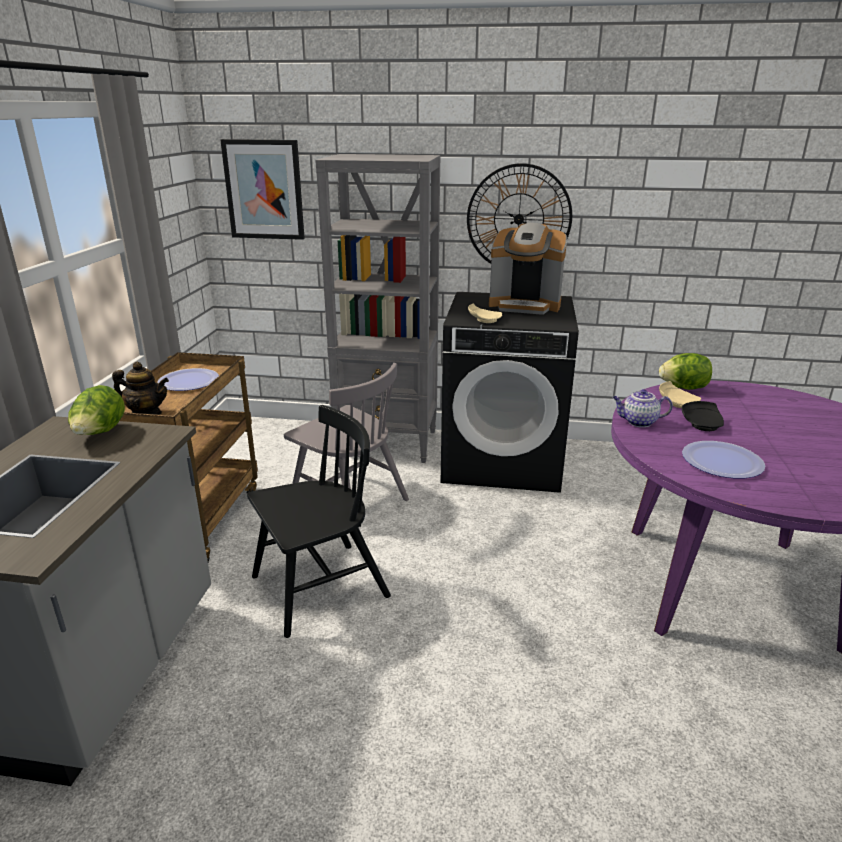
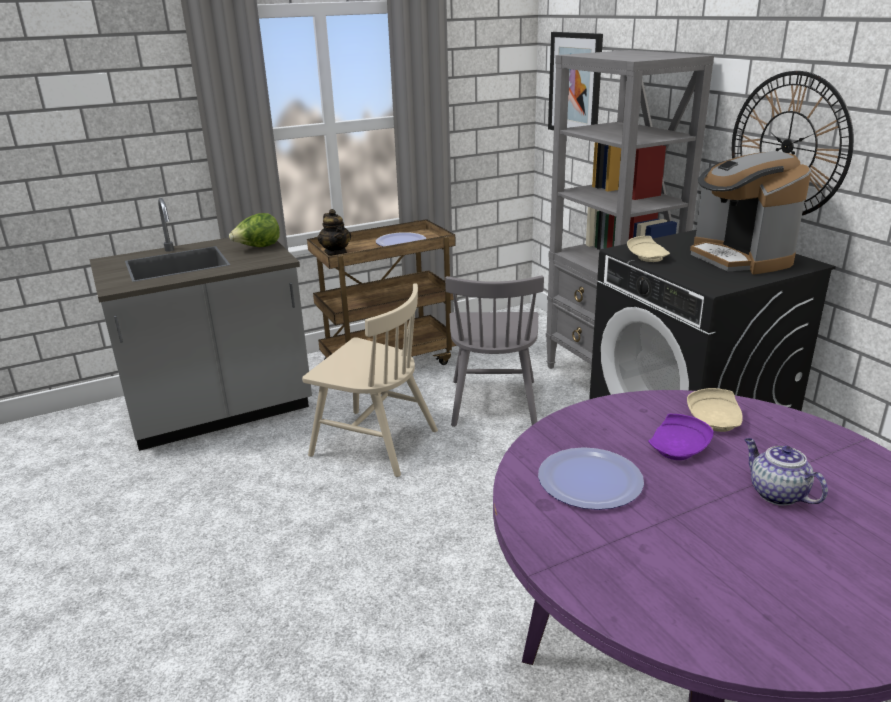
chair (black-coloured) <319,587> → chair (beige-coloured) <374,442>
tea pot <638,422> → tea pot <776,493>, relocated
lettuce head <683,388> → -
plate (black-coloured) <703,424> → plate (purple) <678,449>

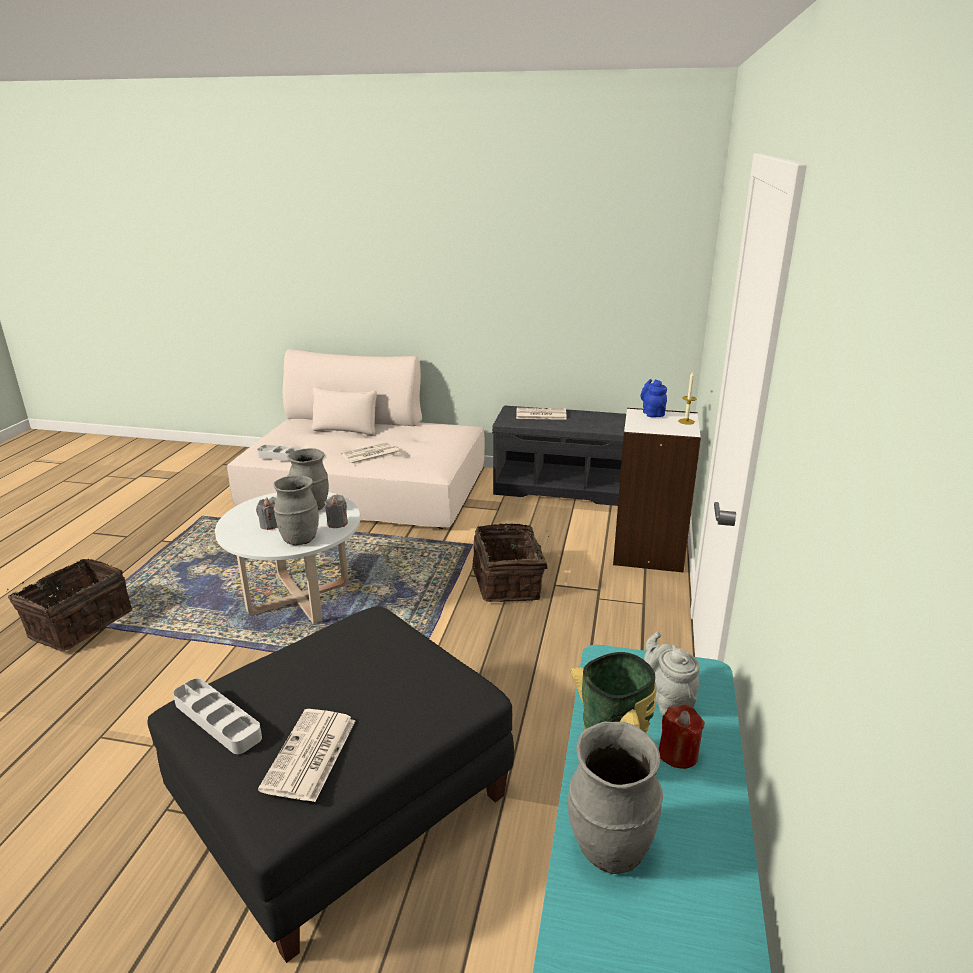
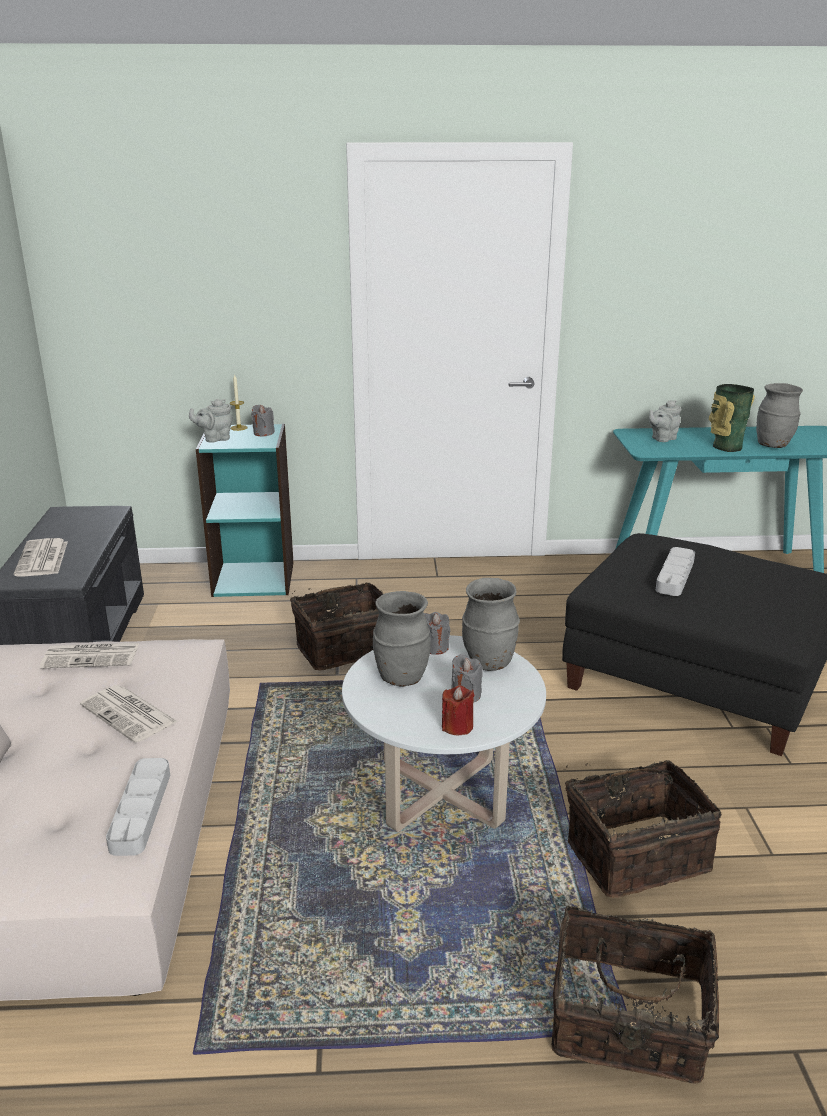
carrying tray (grey) <217,720> → carrying tray (grey) <675,575>, relocated
printed paper <310,756> → printed paper <92,656>, relocated
bookcase (white-coloured) <649,551> → bookcase (turquoise-coloured) <254,578>
tea pot (blue) <652,413> → tea pot (grey) <215,439>
candle (red-coloured) <678,754> → candle (red-coloured) <457,726>, relocated
- → candle (grey) <263,433>
- → storage basket <634,853>

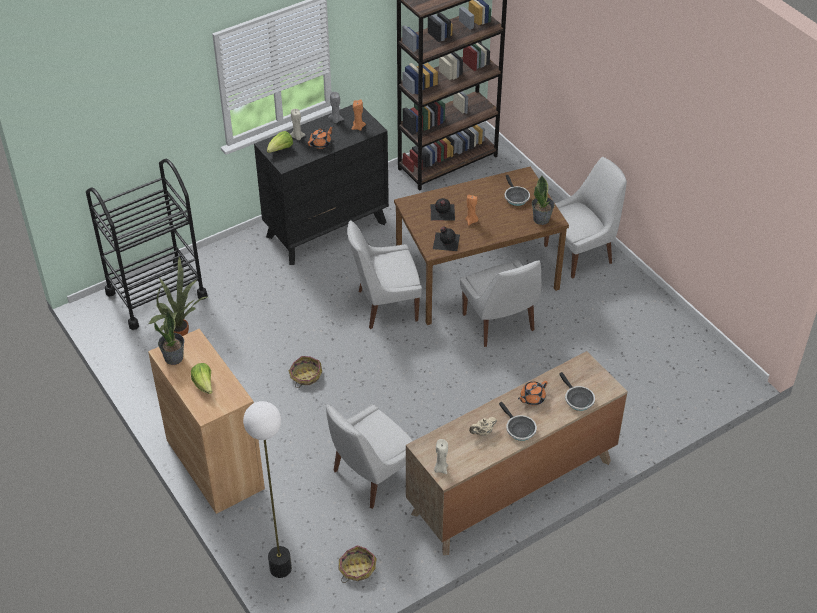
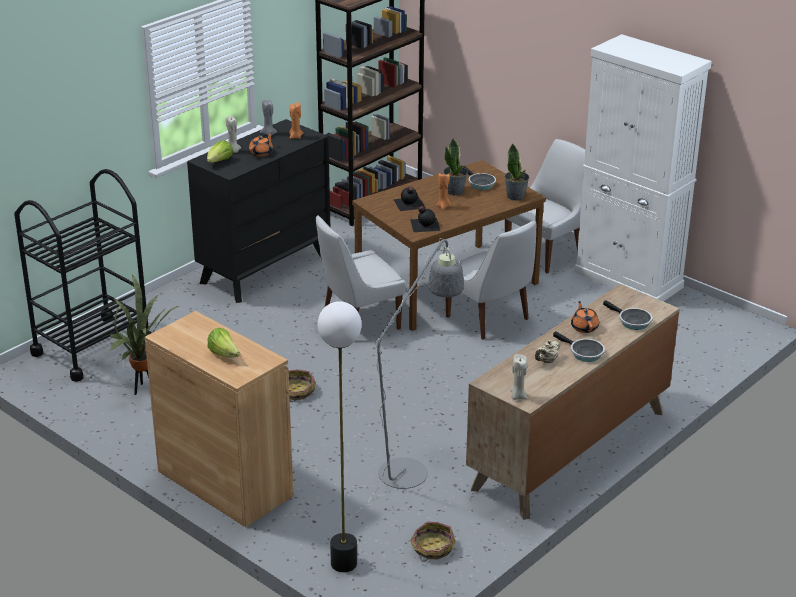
plant in a pot <174,358> → plant in a pot <455,191>, relocated
chair (white-coloured) <370,477> → standard lamp (grey) <410,466>
tea pot (orangey) <532,398> → tea pot (orangey) <584,327>, 135 degrees clockwise
- → cupboard (white-coloured) <628,280>

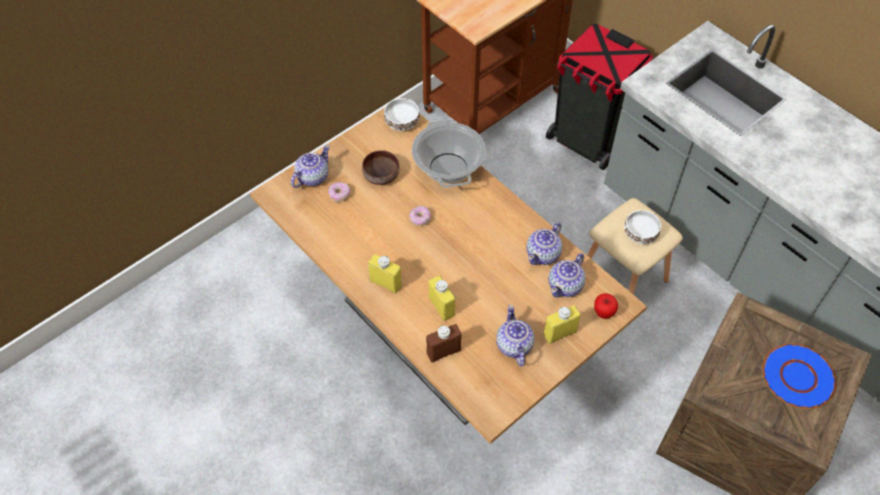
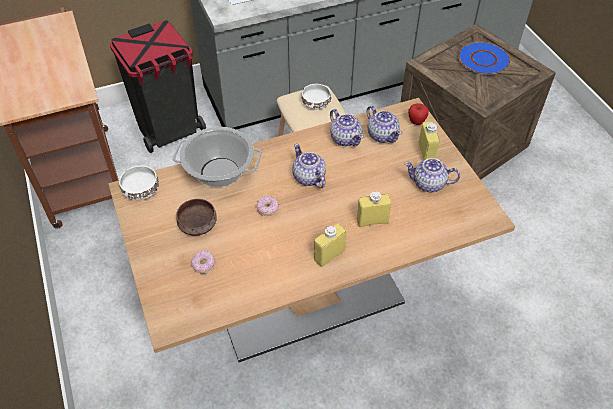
tea pot <312,177> → tea pot <308,178>, relocated
beverage bottle (brown) <443,351> → -

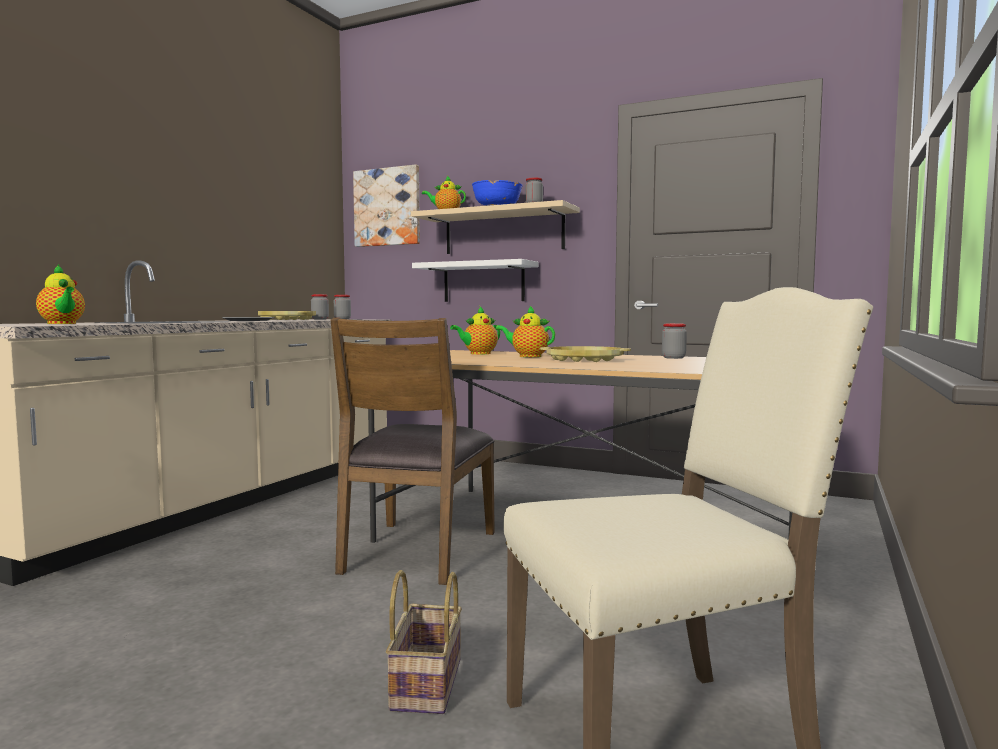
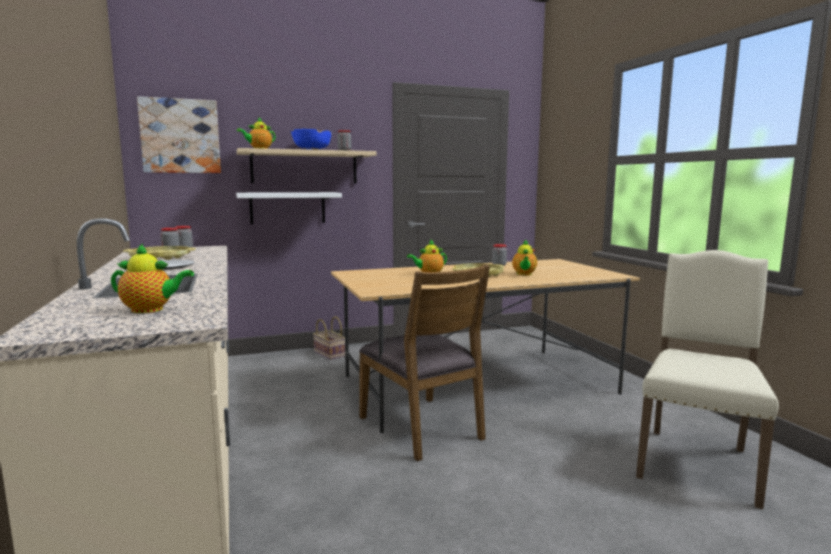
storage basket <425,682> → storage basket <328,354>, relocated
tea pot <478,353> → tea pot <524,274>, relocated

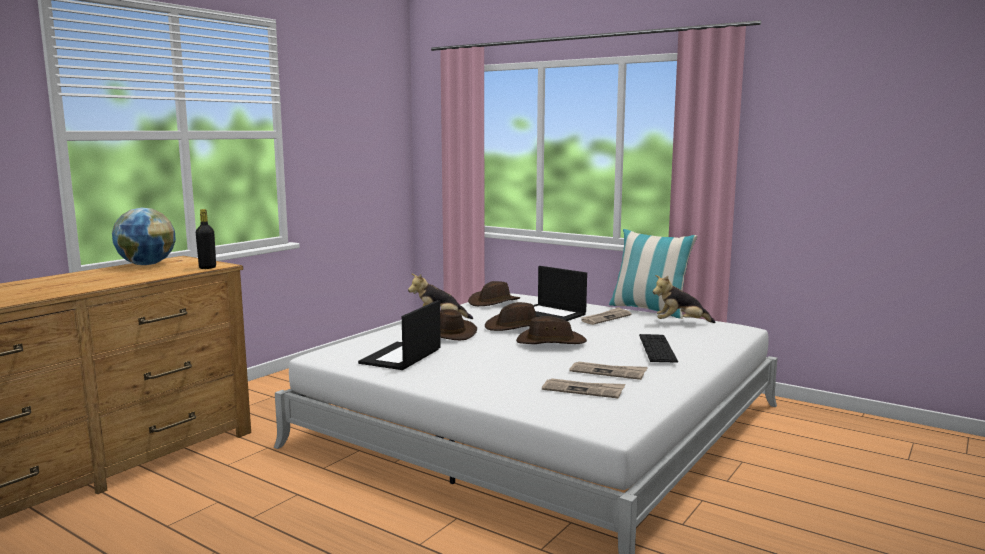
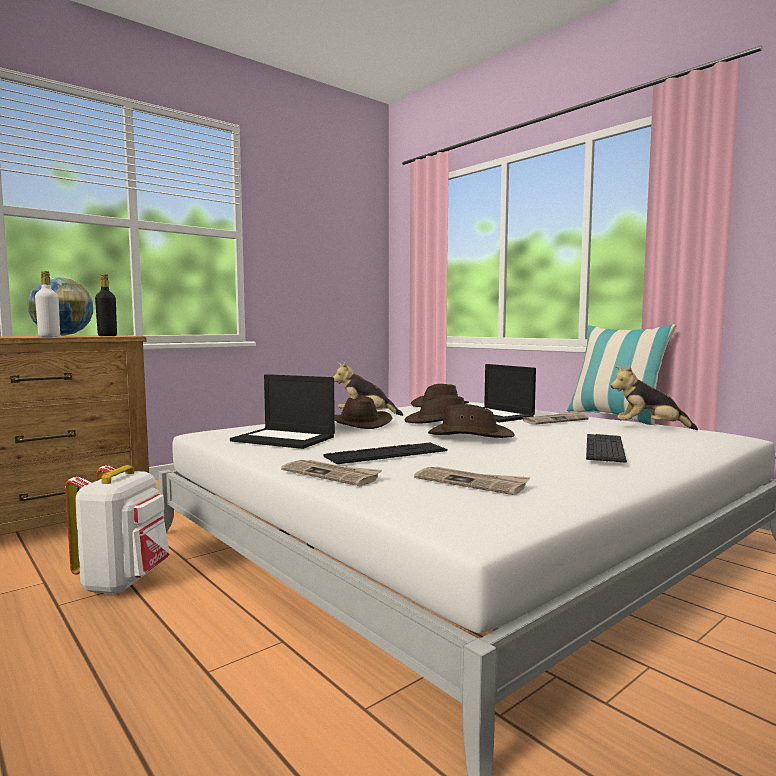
portable computer <401,357> → portable computer <285,439>, 105 degrees counterclockwise
printed paper <608,372> → printed paper <331,475>, relocated
- → beverage bottle (white-coloured) <49,336>
- → backpack (white-coloured) <124,582>
- → computer keyboard <386,453>

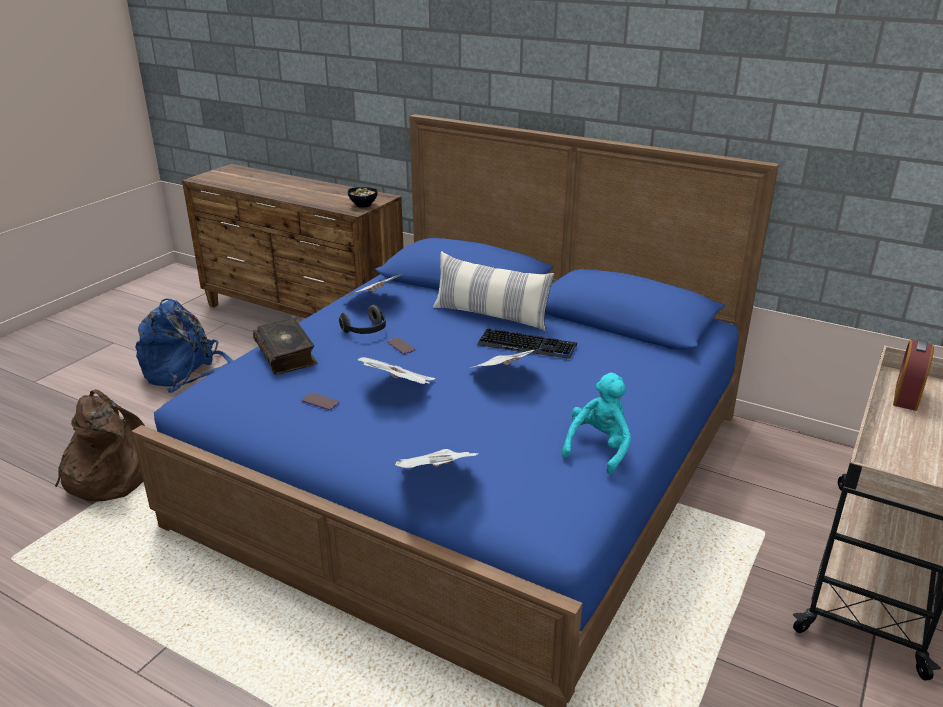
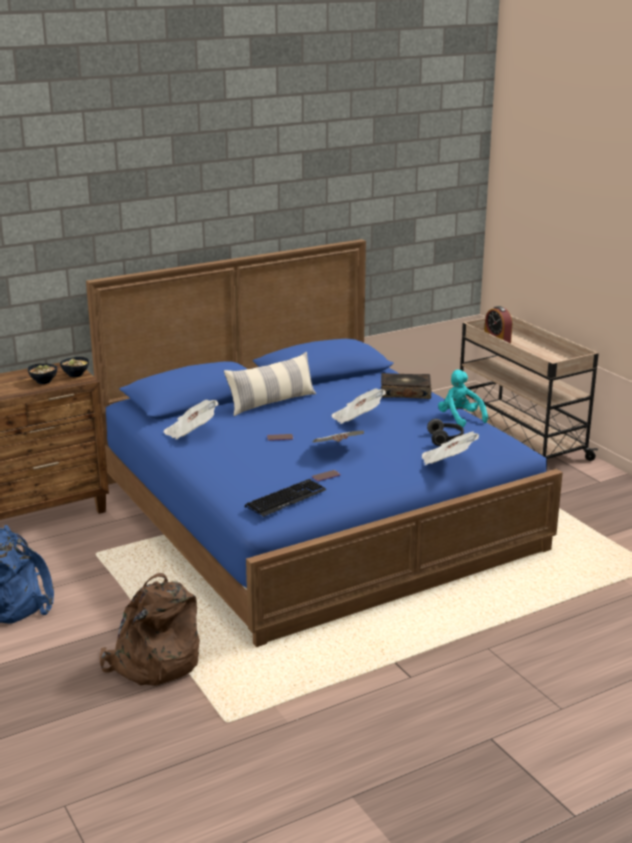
bound book <286,354> → bound book <405,392>, relocated
headphones <366,331> → headphones <446,439>, relocated
computer keyboard <527,345> → computer keyboard <286,499>, relocated
- → bowl <43,381>

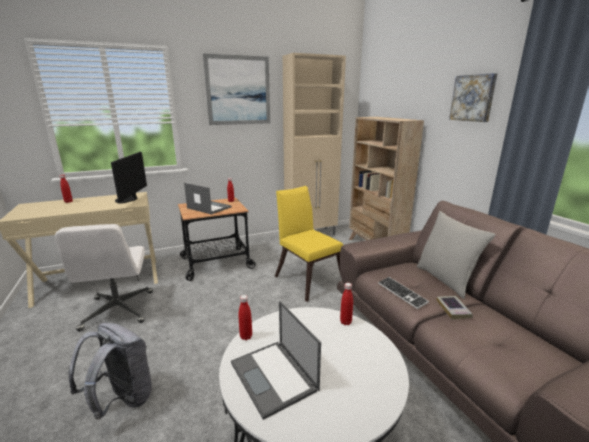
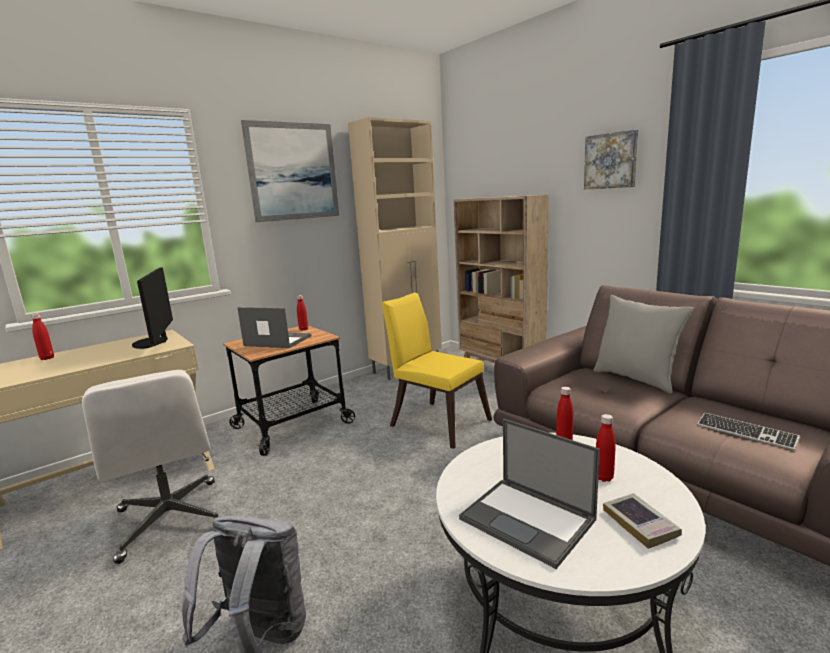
beverage bottle (red-coloured) <246,337> → beverage bottle (red-coloured) <604,477>, relocated
computer keyboard <401,293> → computer keyboard <745,432>, relocated
bound book <453,309> → bound book <640,524>, relocated

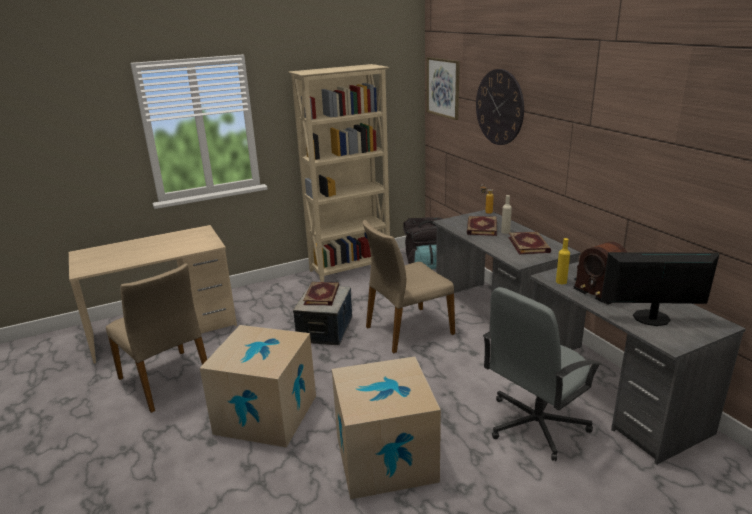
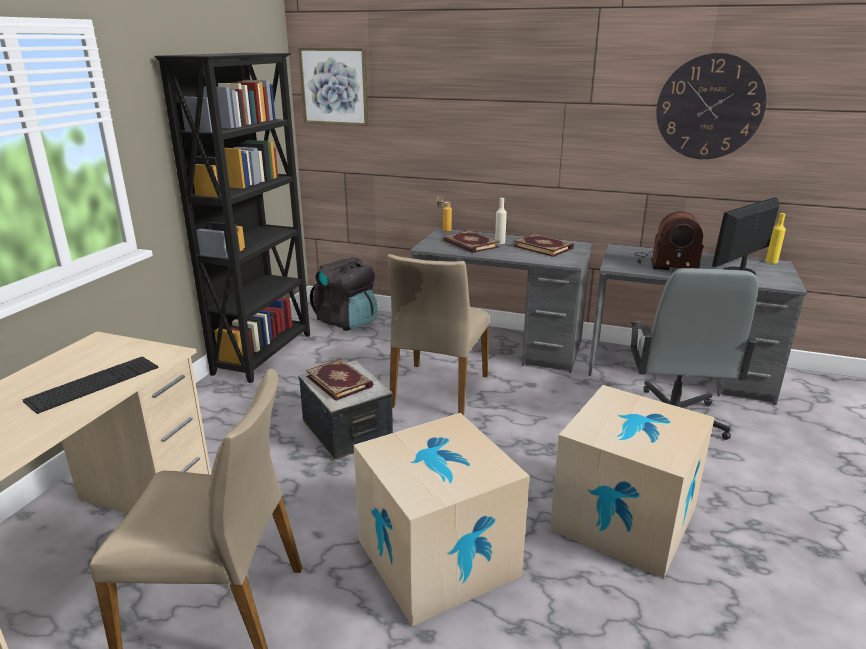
bookcase (beige-coloured) <351,268> → bookcase (black-coloured) <265,353>
clock on the wall <499,107> → clock on the wall <709,107>, relocated
beverage bottle (yellow-coloured) <561,282> → beverage bottle (yellow-coloured) <771,261>, relocated
- → computer keyboard <94,383>

